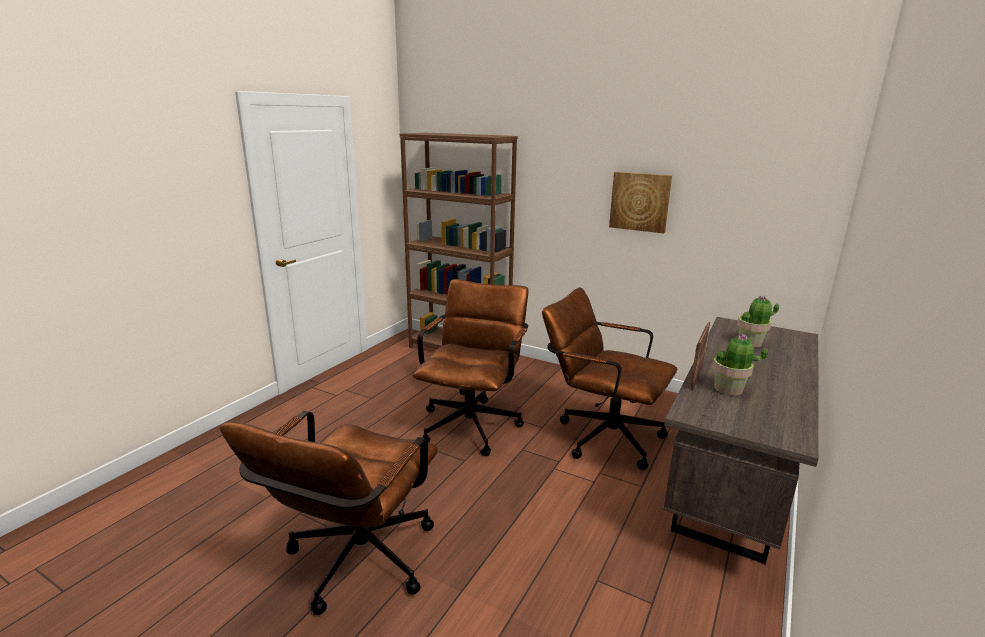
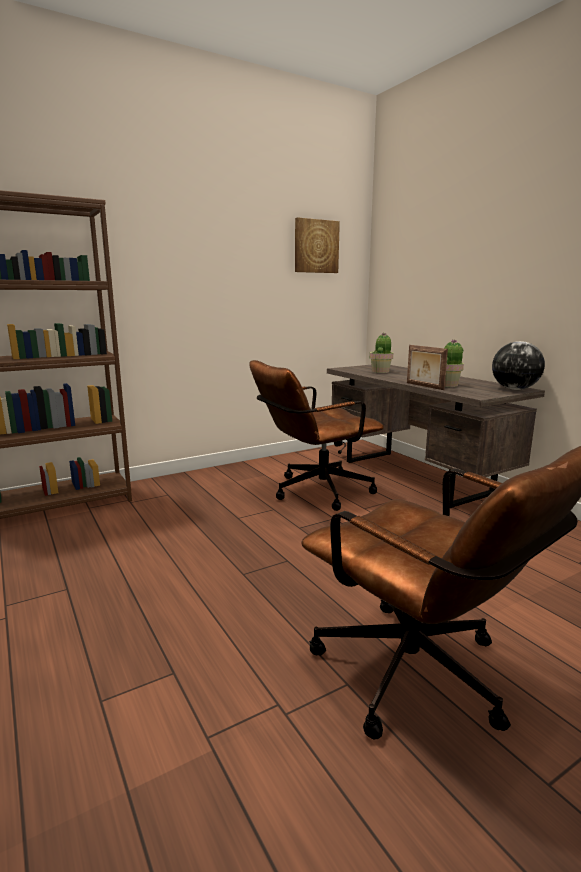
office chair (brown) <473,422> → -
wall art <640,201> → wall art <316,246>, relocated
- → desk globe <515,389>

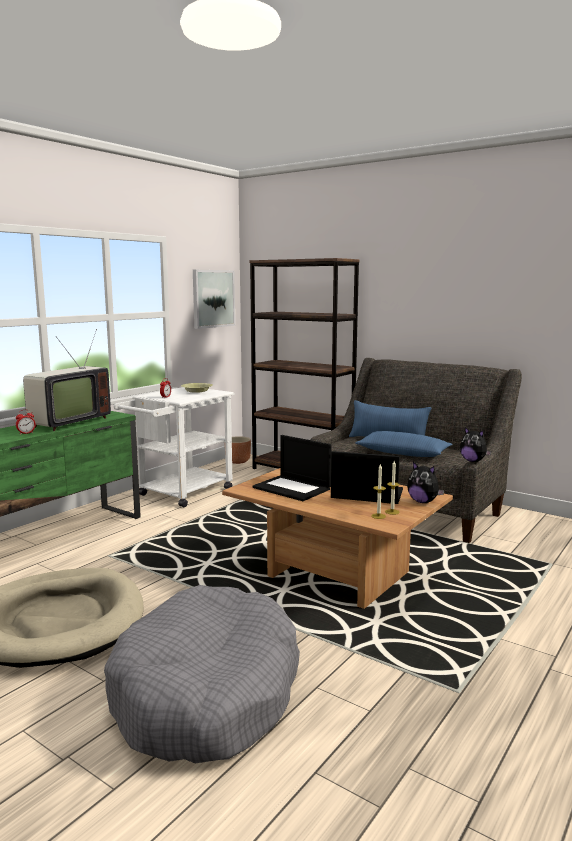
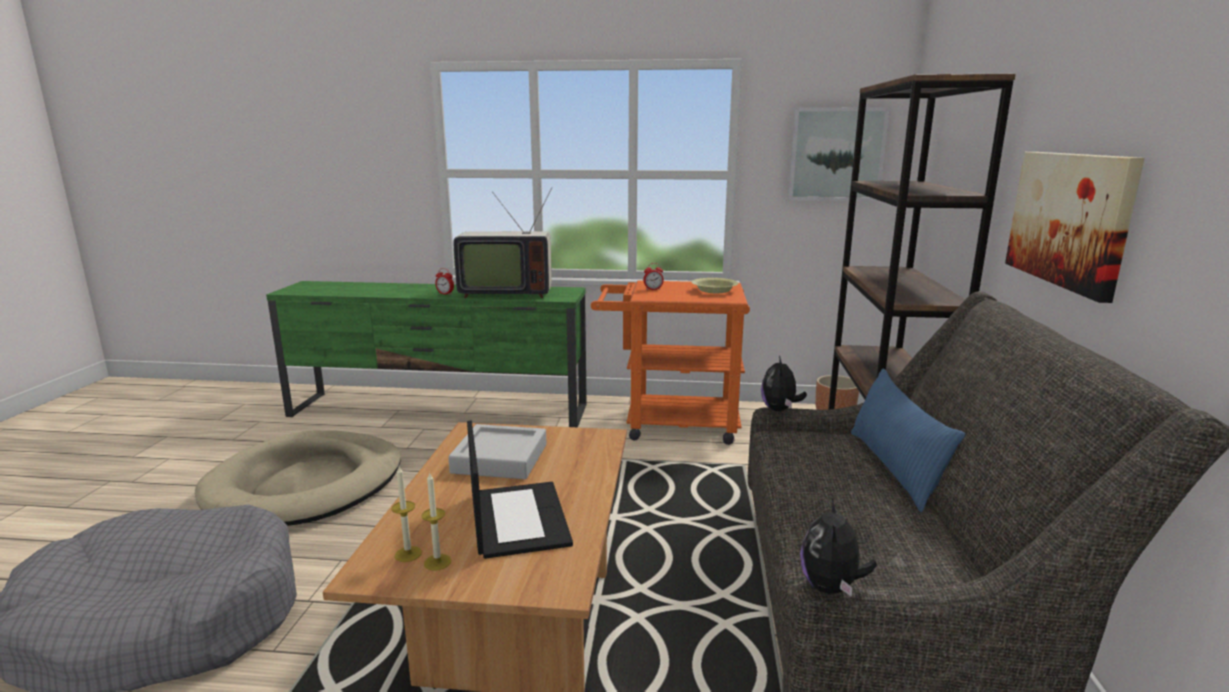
wheeled cart (white-coloured) <180,494> → wheeled cart (orangey) <670,424>
portable computer <293,488> → carrying tray (grey) <500,458>
cushion (blue) <403,453> → -
cuddly toy <423,502> → cuddly toy <779,409>, relocated
- → wall art <1070,219>

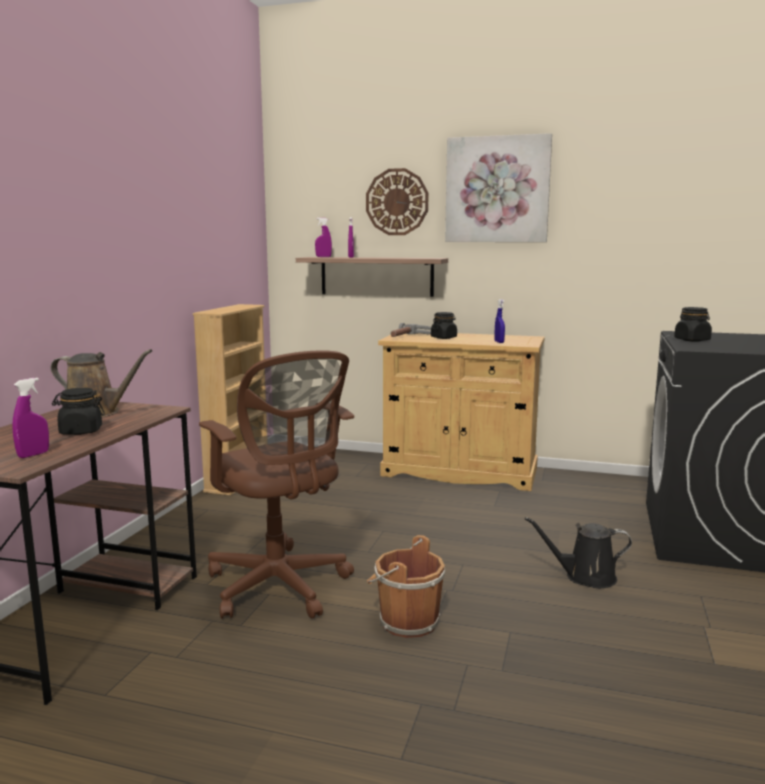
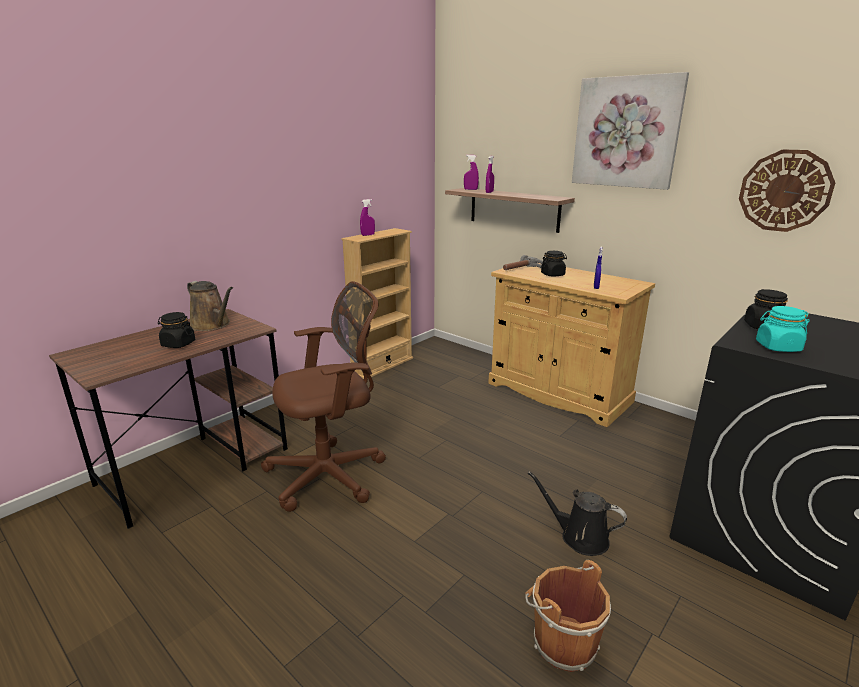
sprayer (purple) <33,455> → sprayer (purple) <368,235>, relocated
office chair (brown) <280,587> → office chair (brown) <331,474>, 105 degrees counterclockwise
clock on the wall <397,202> → clock on the wall <784,191>, relocated
water bucket (brown) <406,621> → water bucket (brown) <561,641>, relocated
- → jar (turquoise-coloured) <777,347>

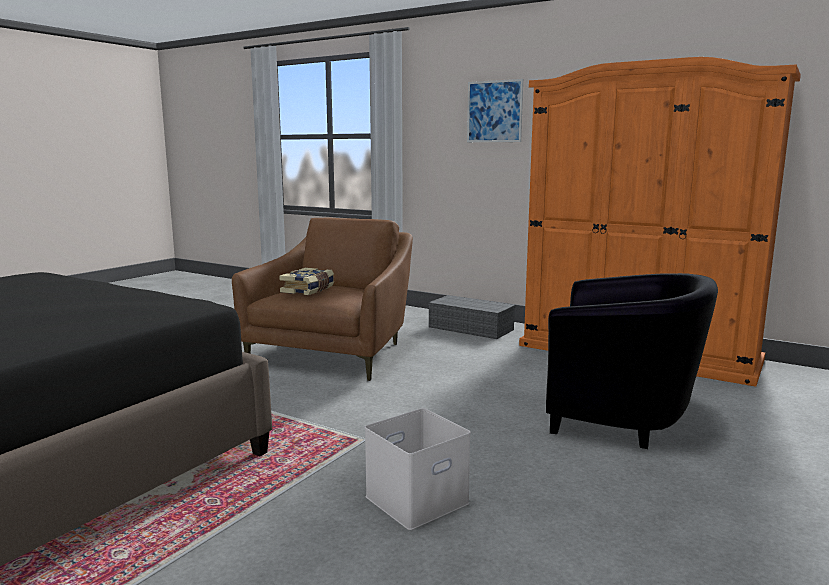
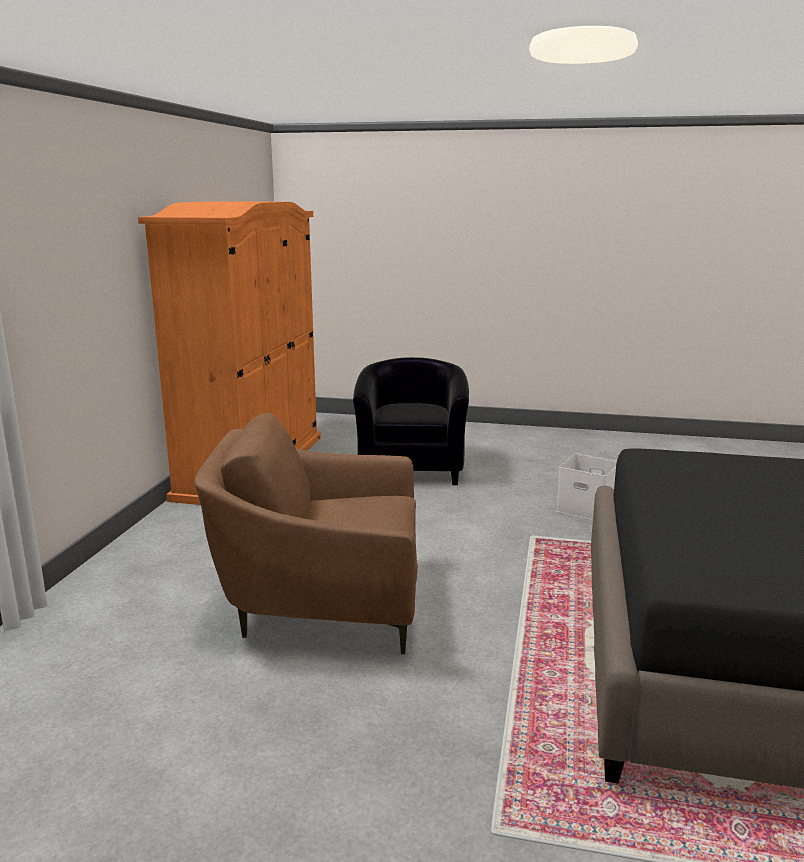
bound book <308,290> → -
storage container (grey) <472,328> → -
wall art <494,111> → -

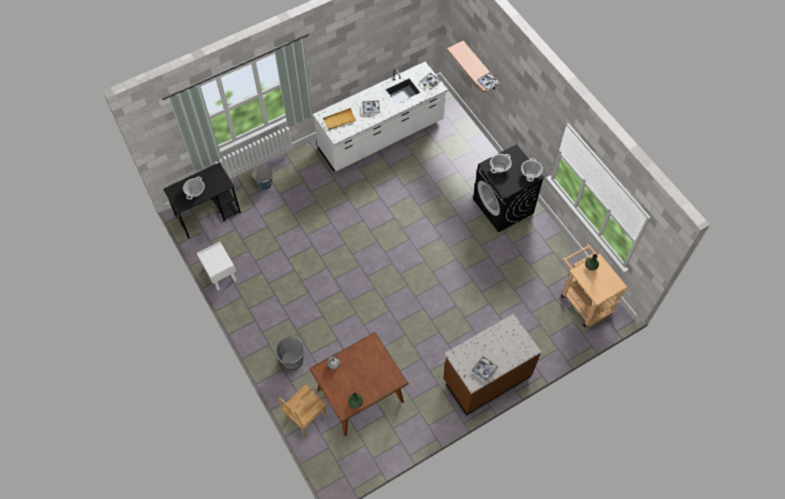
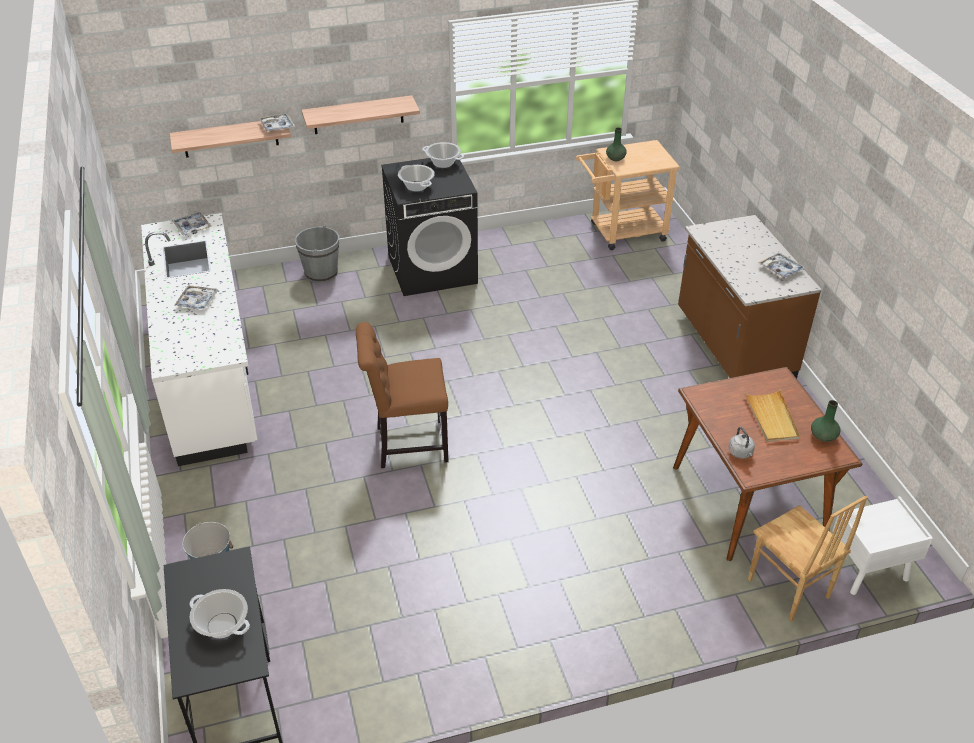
bedside table (white-coloured) <220,274> → bedside table (white-coloured) <867,571>, relocated
water bucket (grey) <292,360> → water bucket (grey) <321,273>, relocated
carrying tray (beige-coloured) <339,120> → carrying tray (beige-coloured) <771,418>, relocated
- → bracket shelf <358,115>
- → chair (brown) <407,444>

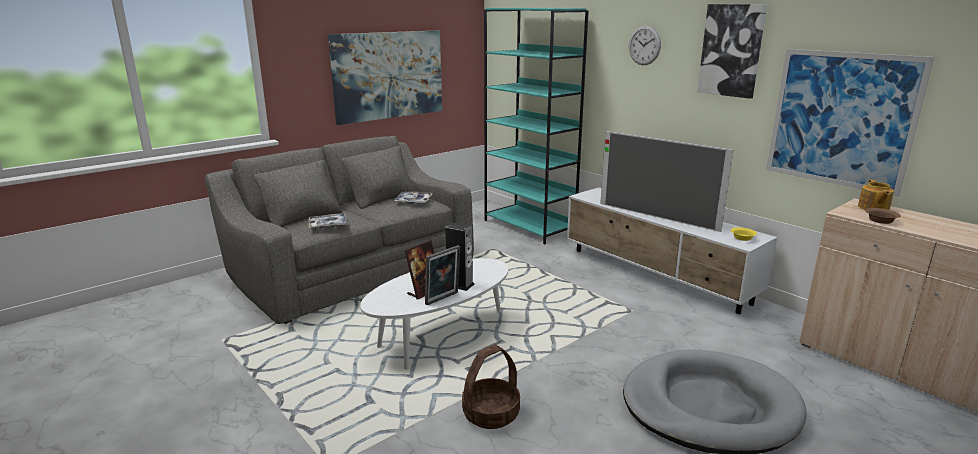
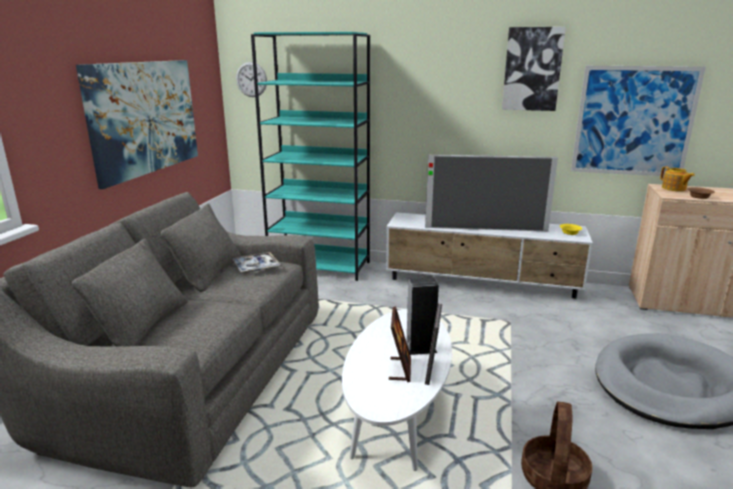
carrying tray <328,225> → -
clock on the wall <644,45> → clock on the wall <251,79>, relocated

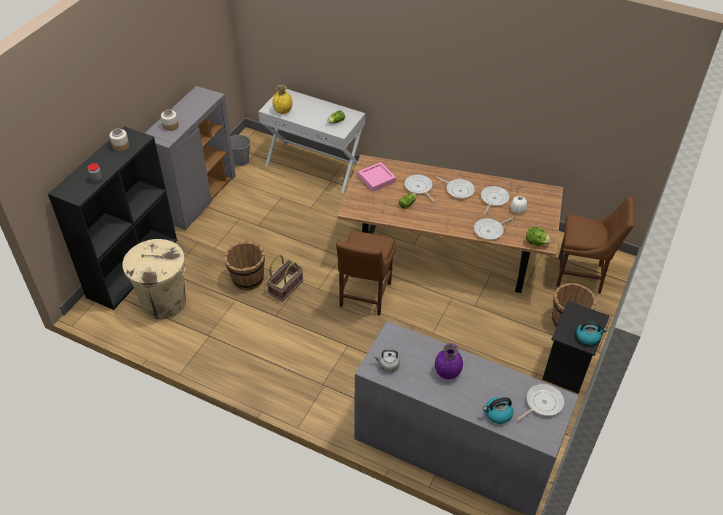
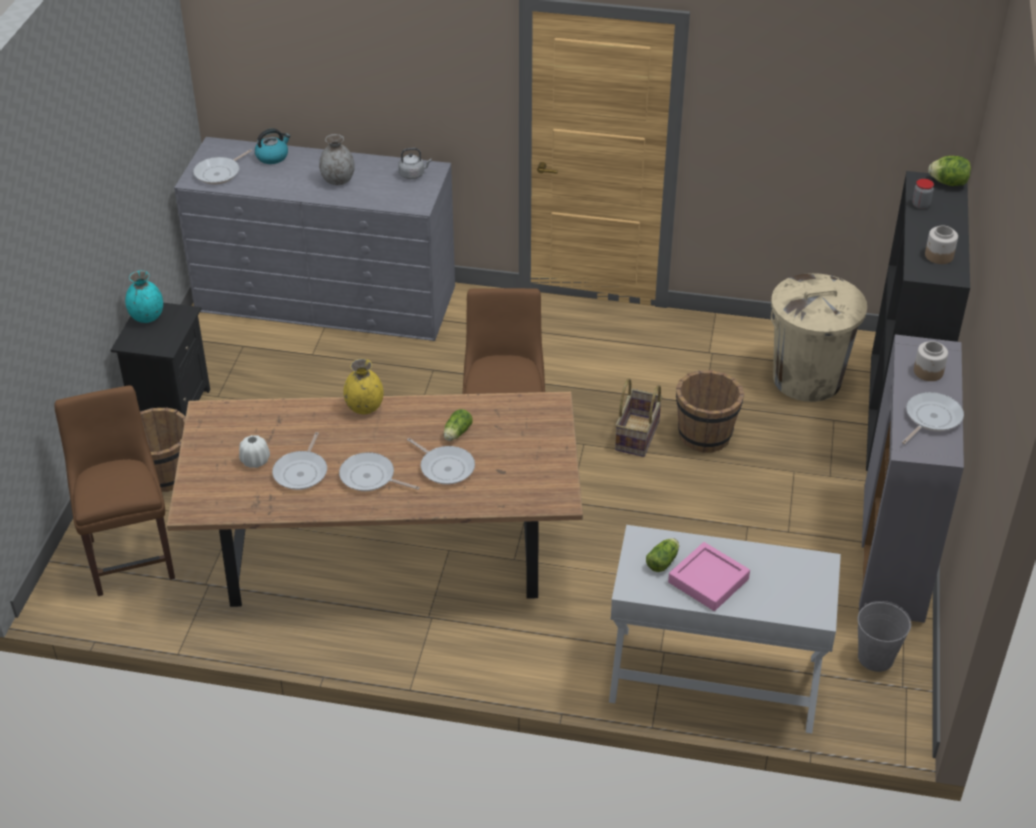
vase (yellow-coloured) <283,111> → vase (yellow-coloured) <364,407>, relocated
carrying tray (pink-coloured) <376,179> → carrying tray (pink-coloured) <708,580>, relocated
vase (purple) <447,372> → vase (grey) <337,180>
pan <490,230> → pan <931,418>, relocated
lettuce head <536,243> → lettuce head <948,183>, relocated
chair (brown) <582,276> → chair (brown) <131,555>, 75 degrees clockwise
kettle <588,337> → vase (turquoise-coloured) <147,317>

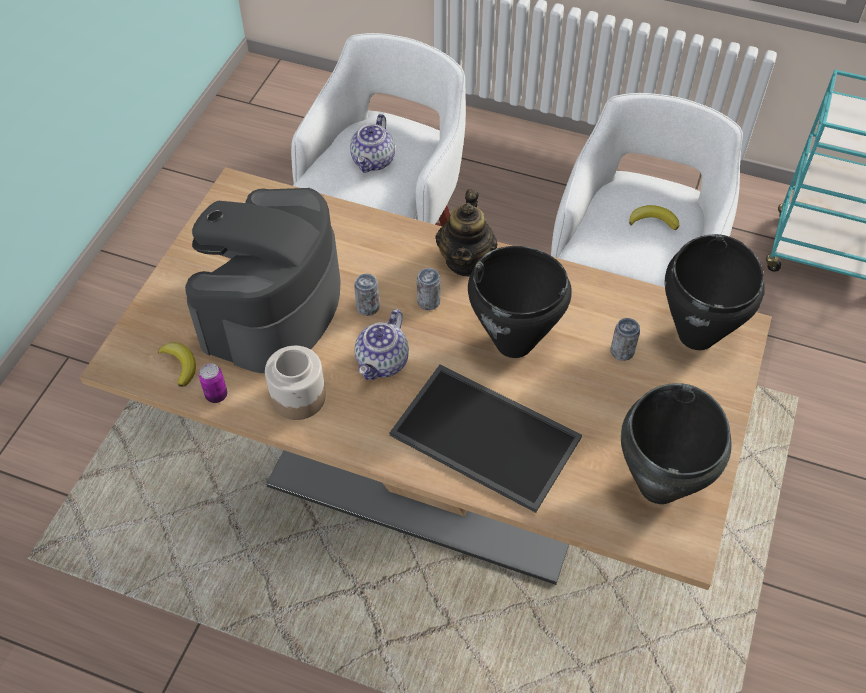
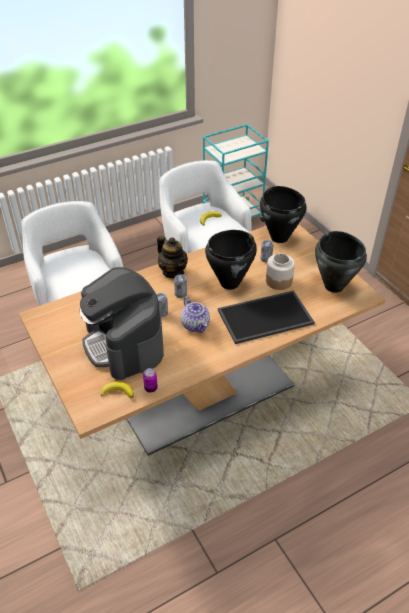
jar <299,397> → jar <278,281>, relocated
tea pot <374,161> → -

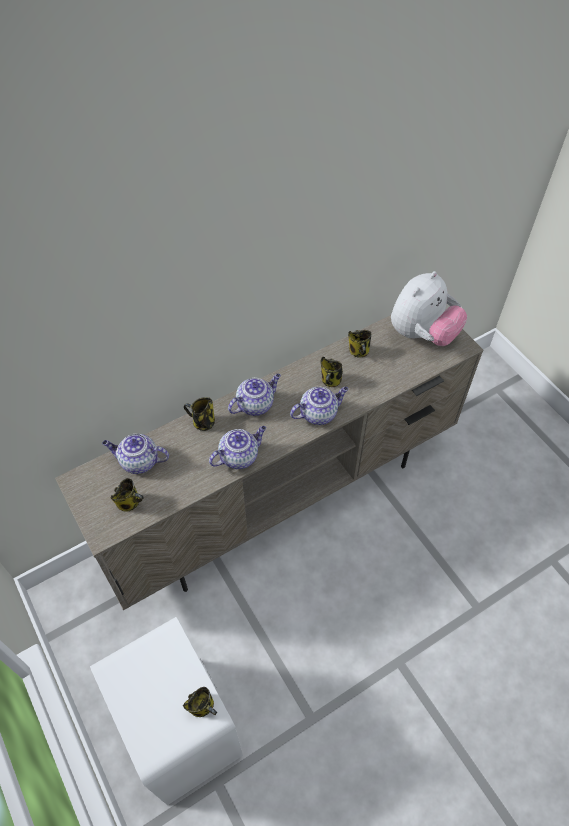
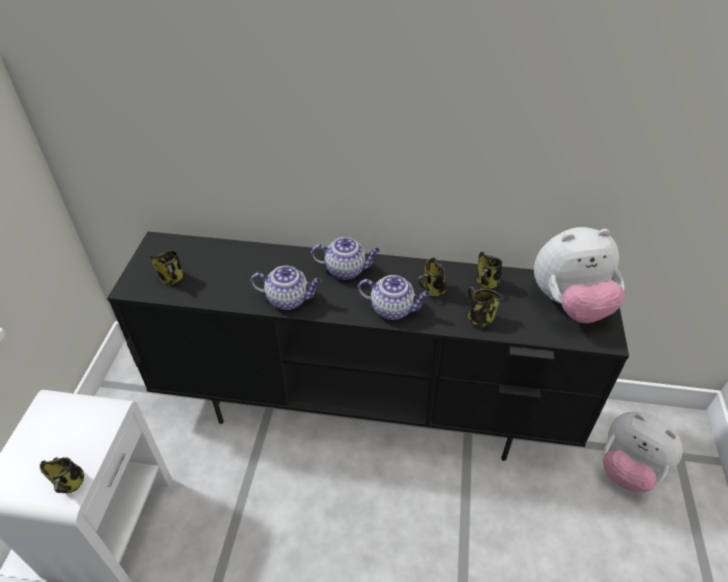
media console (beige-coloured) <284,499> → media console (black-coloured) <366,409>
tea pot <138,462> → -
tea mug <202,422> → tea mug <479,318>, relocated
- → cuddly toy <628,469>

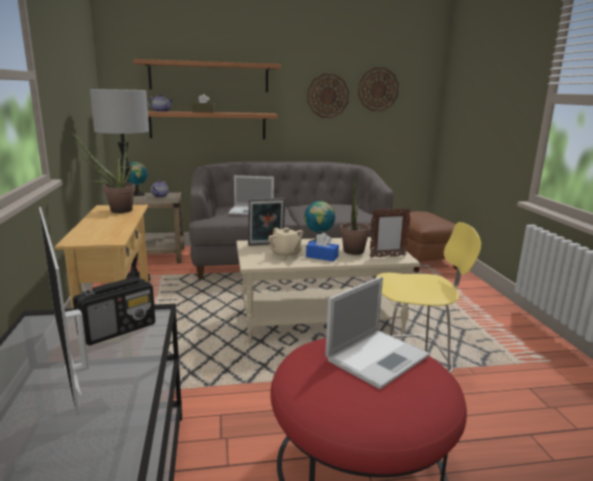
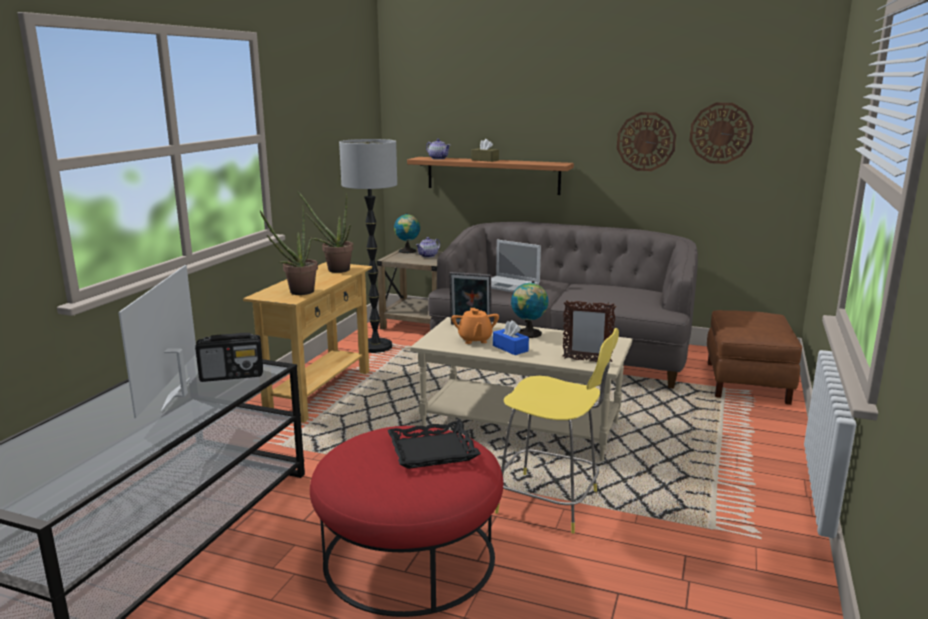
bracket shelf <209,76> → -
tea pot (beige-coloured) <285,254> → tea pot (orangey) <475,339>
portable computer <378,357> → carrying tray (black-coloured) <432,450>
plant in a pot <353,253> → plant in a pot <297,293>, relocated

